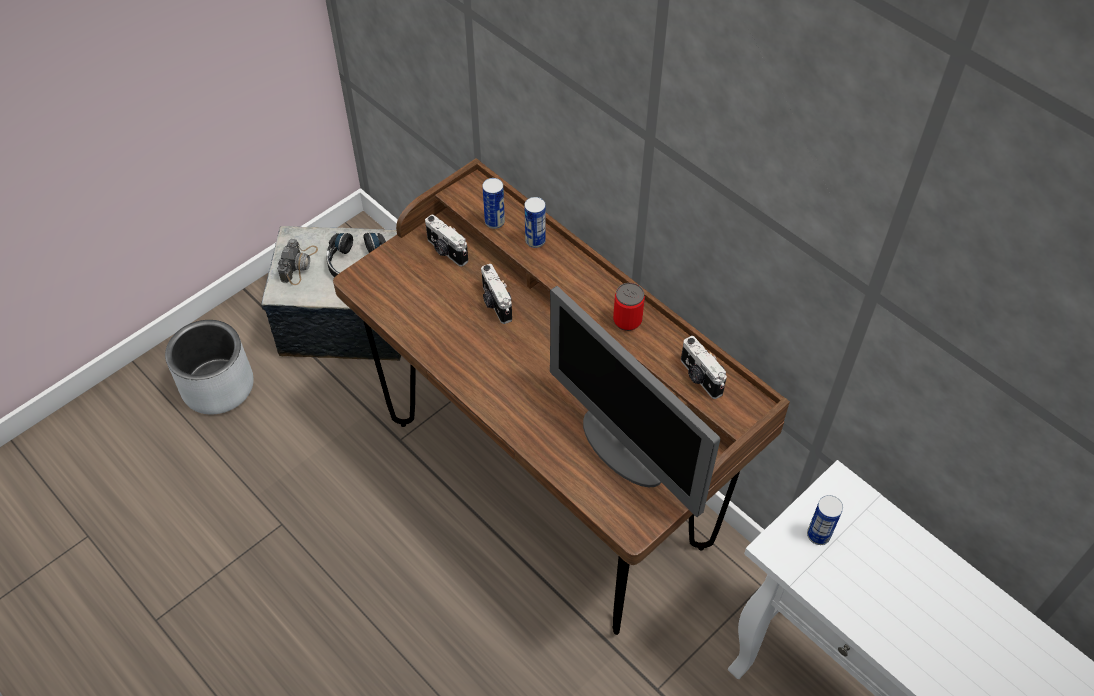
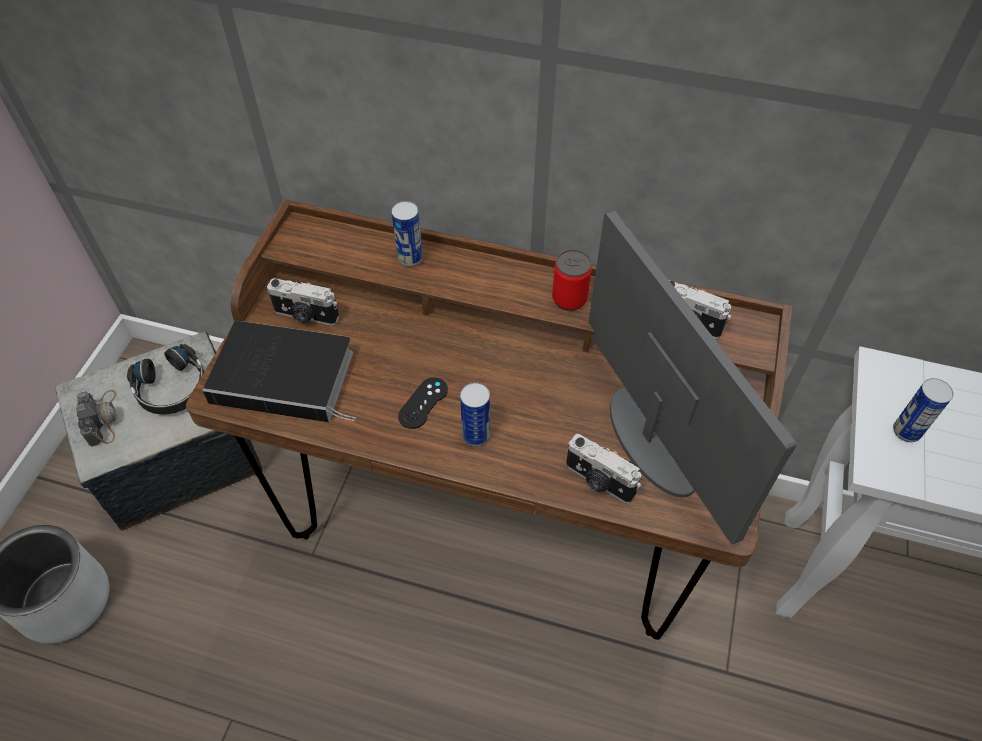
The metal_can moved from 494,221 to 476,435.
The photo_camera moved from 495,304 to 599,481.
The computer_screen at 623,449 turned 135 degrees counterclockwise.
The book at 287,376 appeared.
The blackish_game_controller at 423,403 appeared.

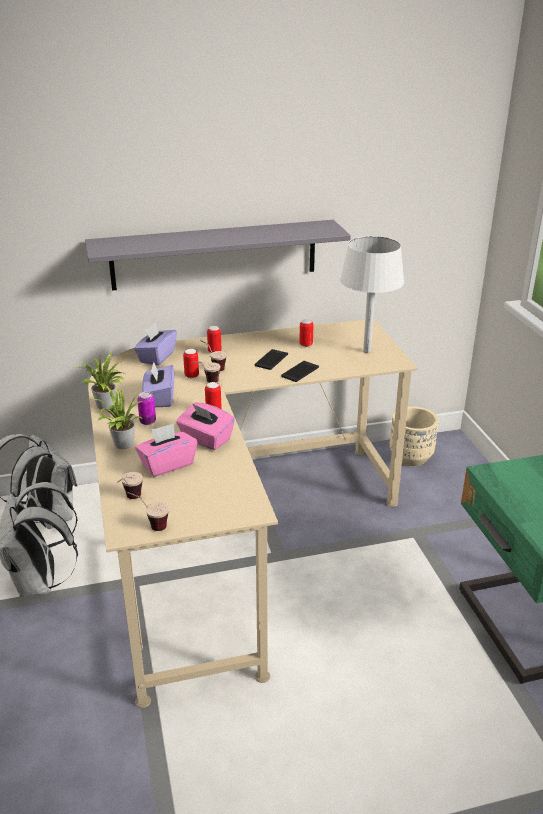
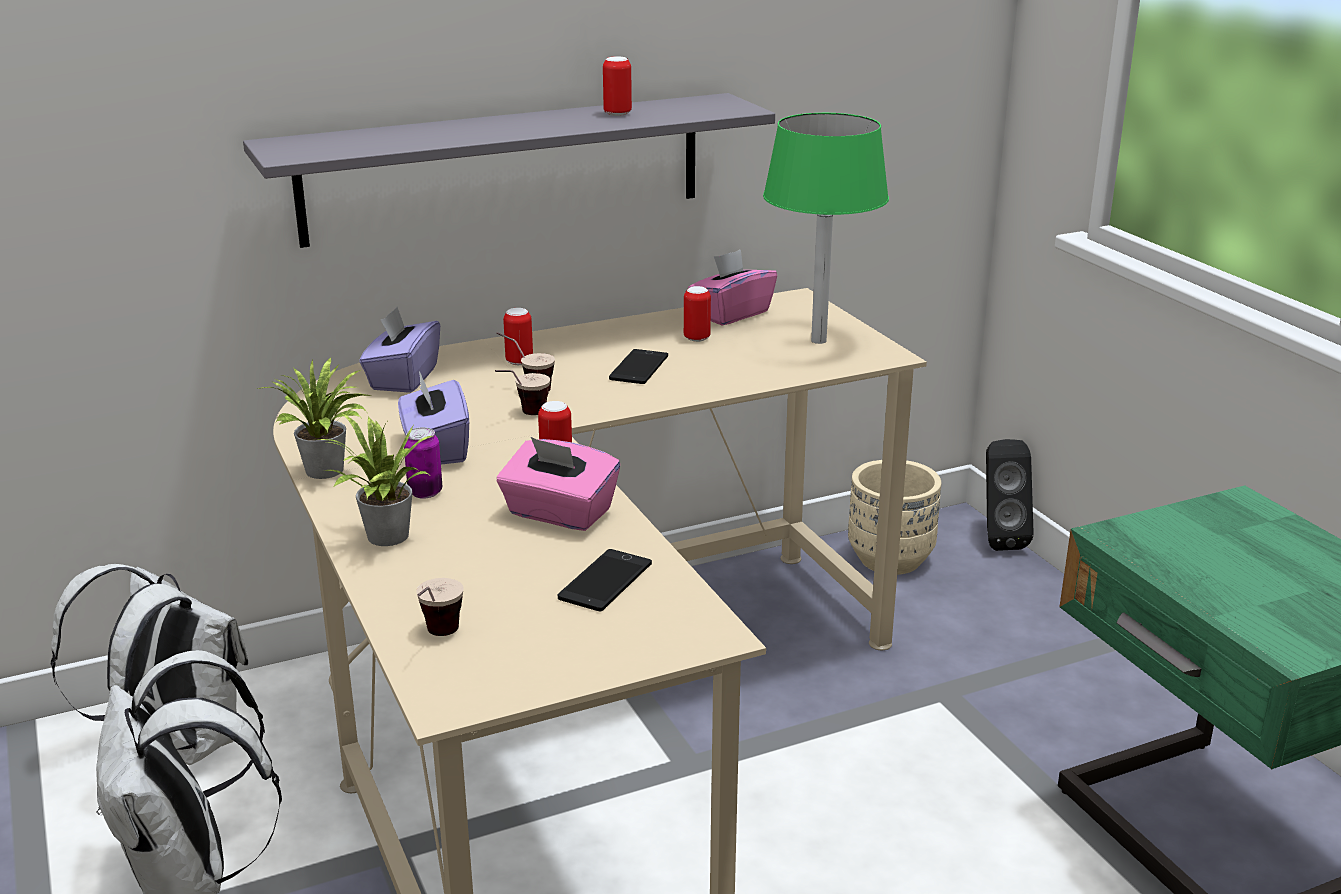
The white-coloured_tabletop_lamp at 367,351 became the green_tabletop_lamp at 818,340.
The metal_can moved from 191,376 to 617,113.
The phone moved from 300,372 to 605,581.
The pink-coloured_tissue_box moved from 167,464 to 731,314.
The cup at 150,525 disappeared.
The blackish_speaker at 998,539 appeared.

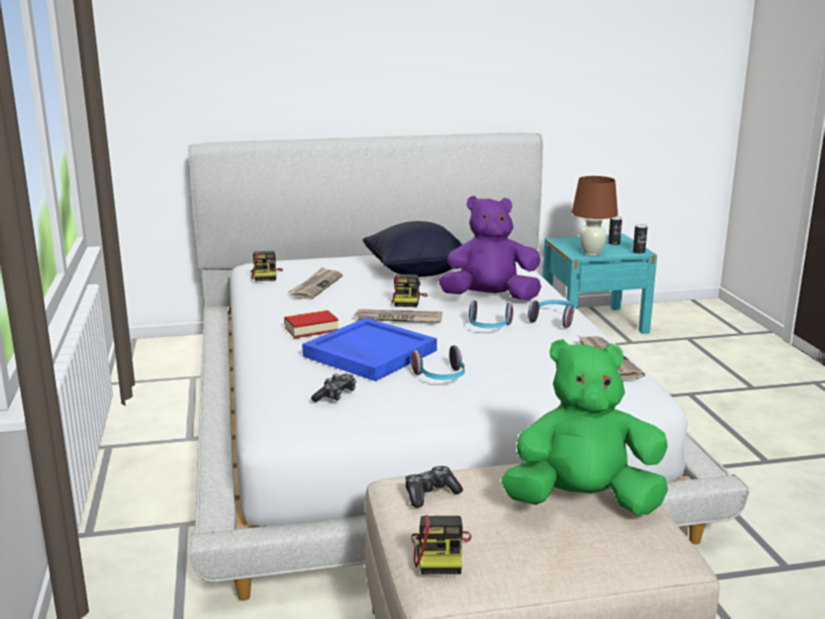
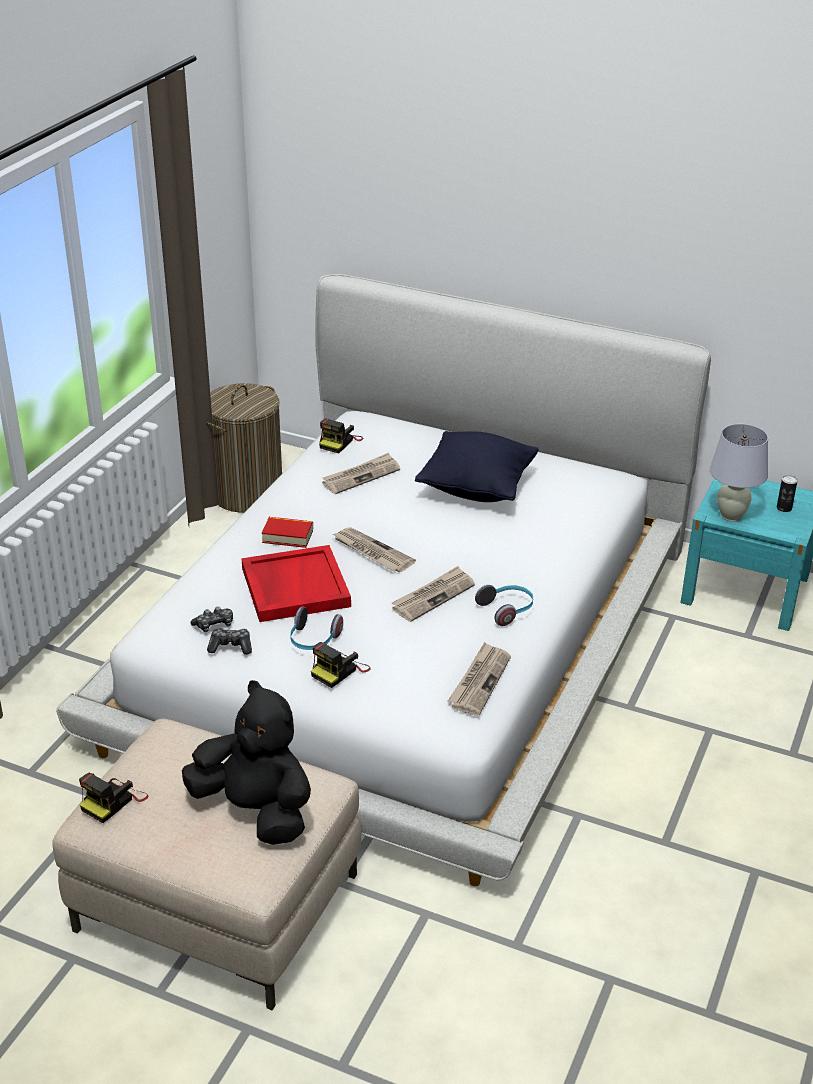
The brownish_tabletop_lamp at 591,253 became the white-coloured_tabletop_lamp at 731,515.
The purple-coloured_soft_toy at 490,298 disappeared.
The metal_can at 638,252 disappeared.
The photo_camera moved from 408,300 to 339,670.
The pair_of_headphones at 488,328 was replaced by the newspaper at 433,596.
The blue_carrying_tray at 368,353 became the red_carrying_tray at 294,587.
The green_soft_toy at 583,502 became the blackish_soft_toy at 255,810.
The game_controller moved from 430,494 to 231,646.
The hamper at 247,493 appeared.

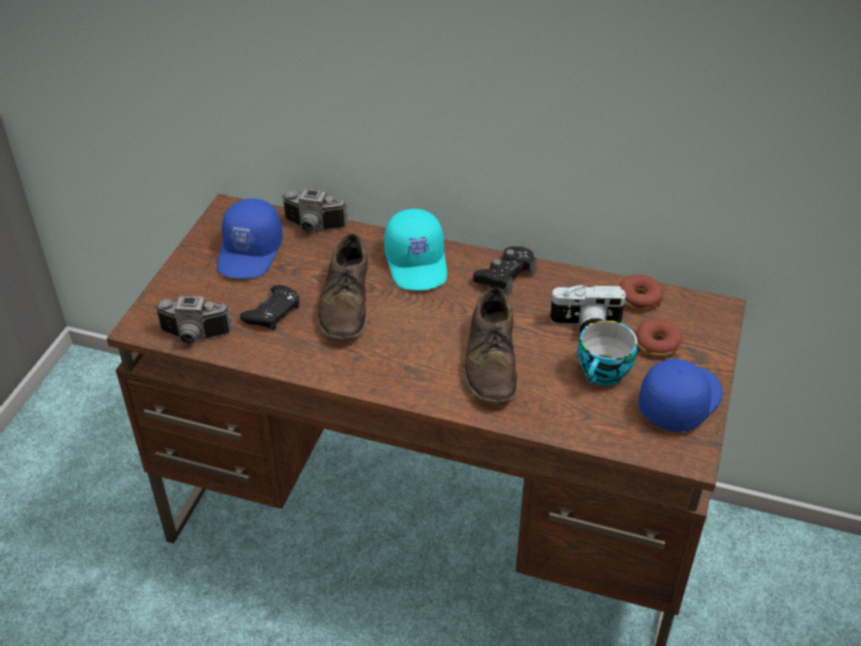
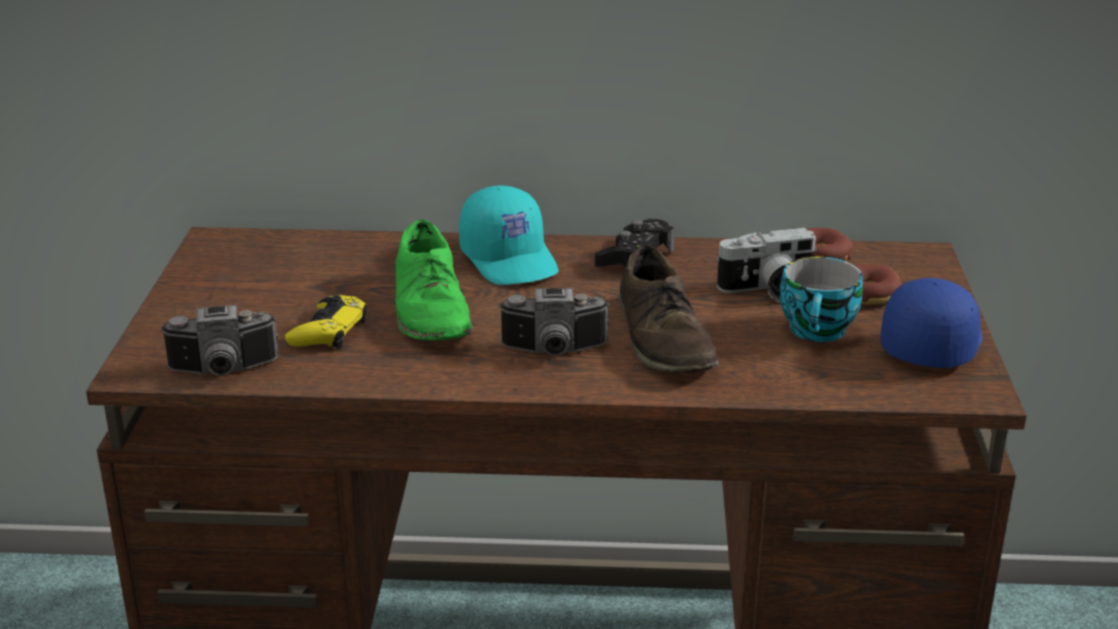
The photo_camera moved from 313,228 to 554,351.
The blue_baseball_cap at 251,253 disappeared.
The brownish_shoe at 346,303 became the green_shoe at 431,309.
The blackish_game_controller at 272,312 became the yellowish_game_controller at 328,331.

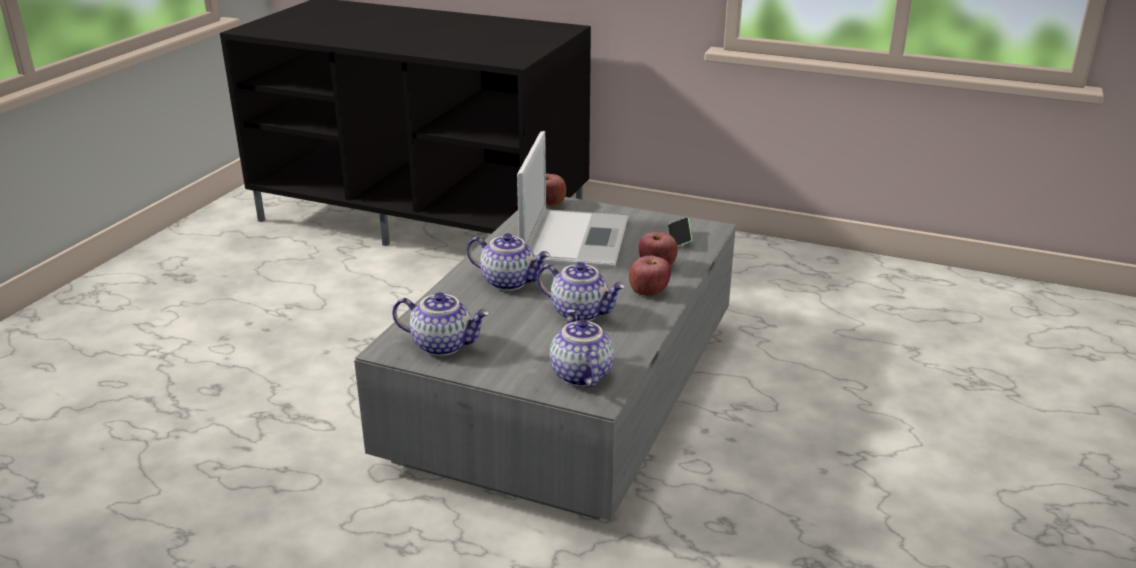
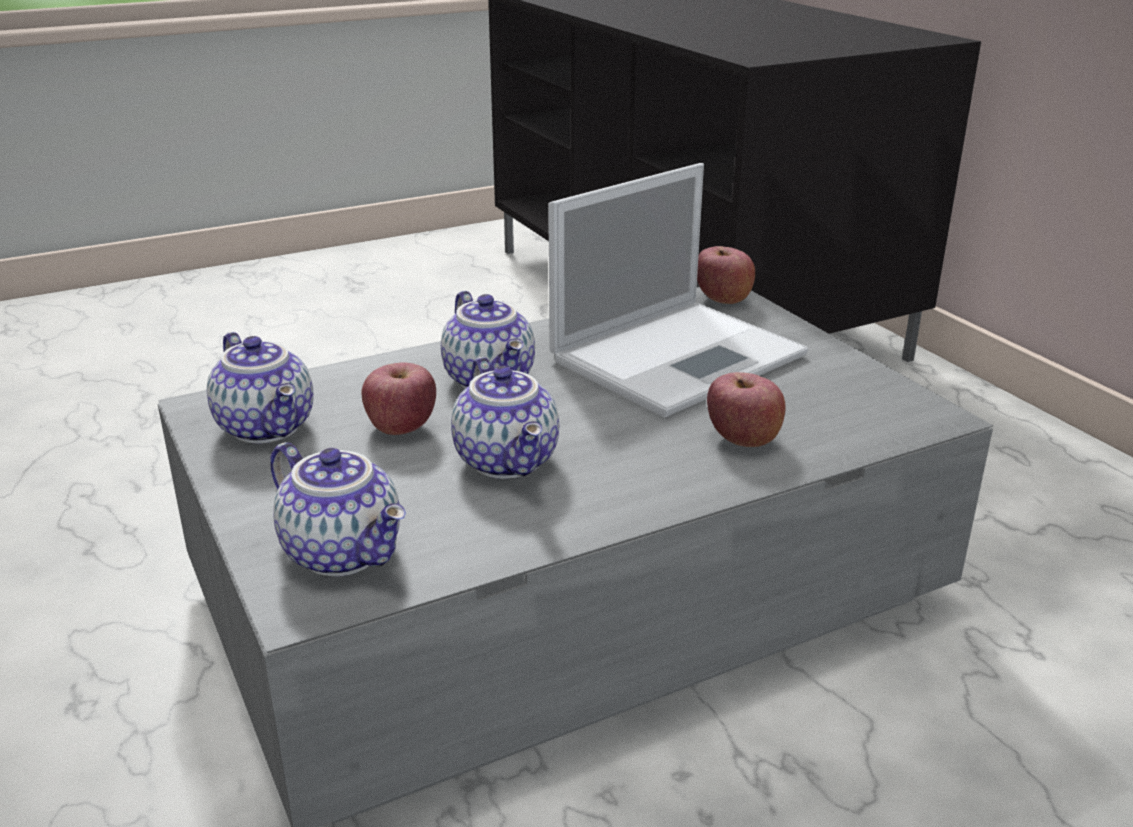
The phone at 679,239 disappeared.
The apple moved from 648,292 to 401,427.
The pot_for_tea at 579,375 turned 105 degrees clockwise.

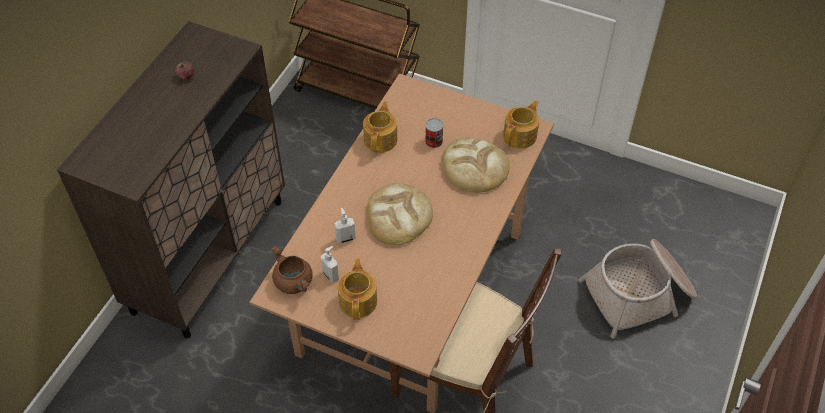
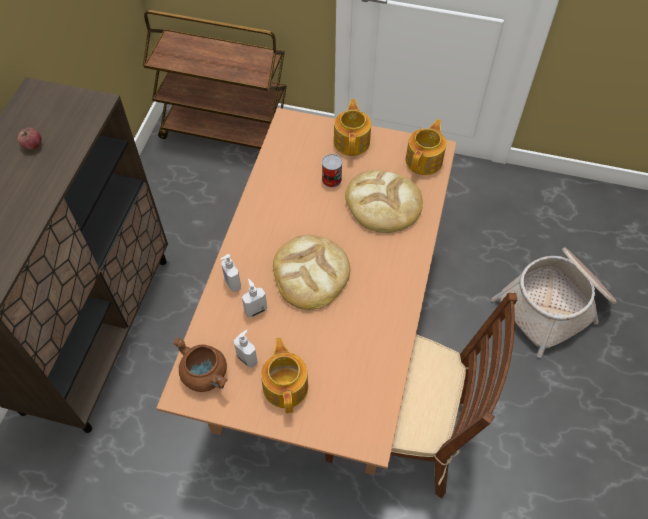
The pot_for_tea moved from 381,139 to 352,141.
The soap_bottle at 232,283 appeared.

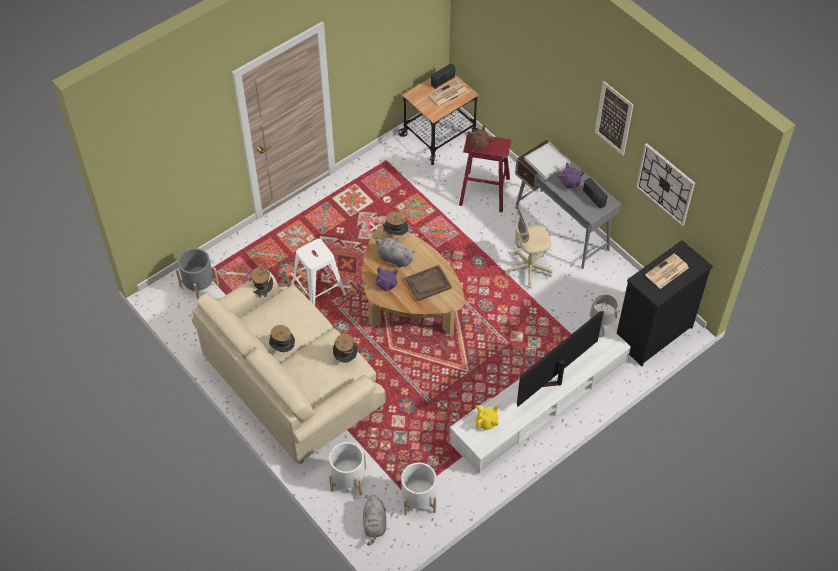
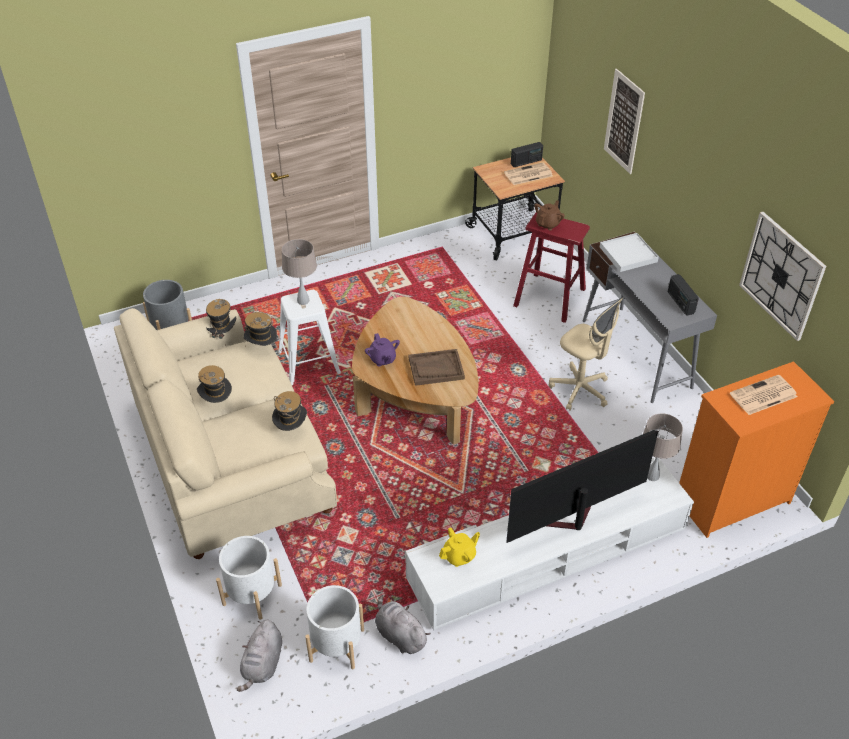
The wall_picture moved from 614,118 to 624,122.
The purple-coloured_pot_for_tea at 570,182 disappeared.
The beige_desk_chair at 528,269 turned 135 degrees counterclockwise.
The clothing_hat moved from 395,234 to 262,347.
The gray_soft_toy moved from 394,258 to 399,635.
The blackish_drawer_chest at 652,334 became the orange-coloured_drawer_chest at 731,500.
The beige_tabletop_lamp at 303,301 appeared.

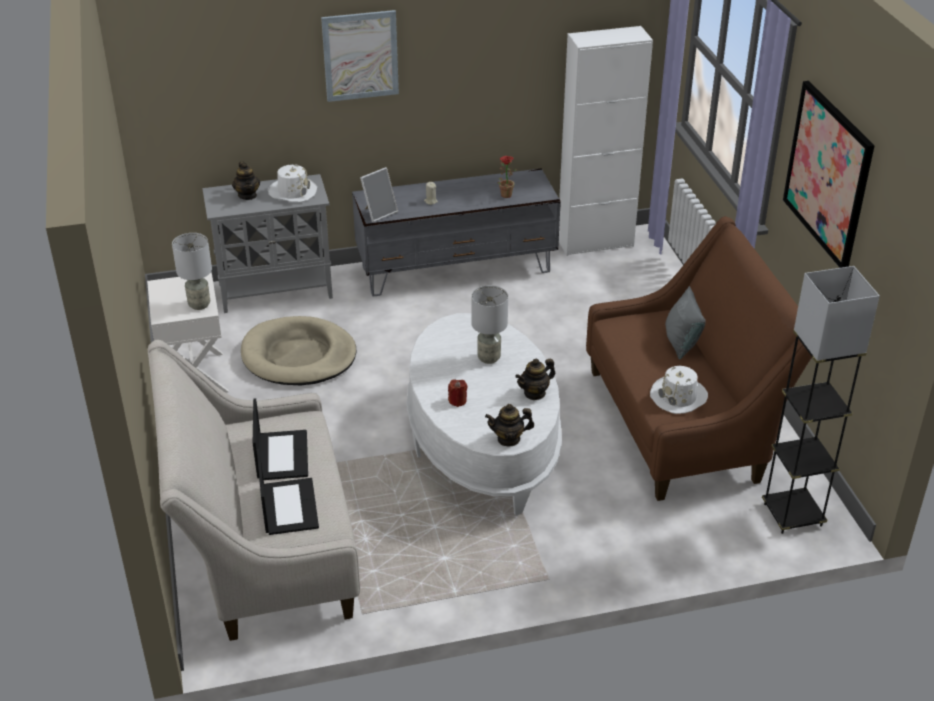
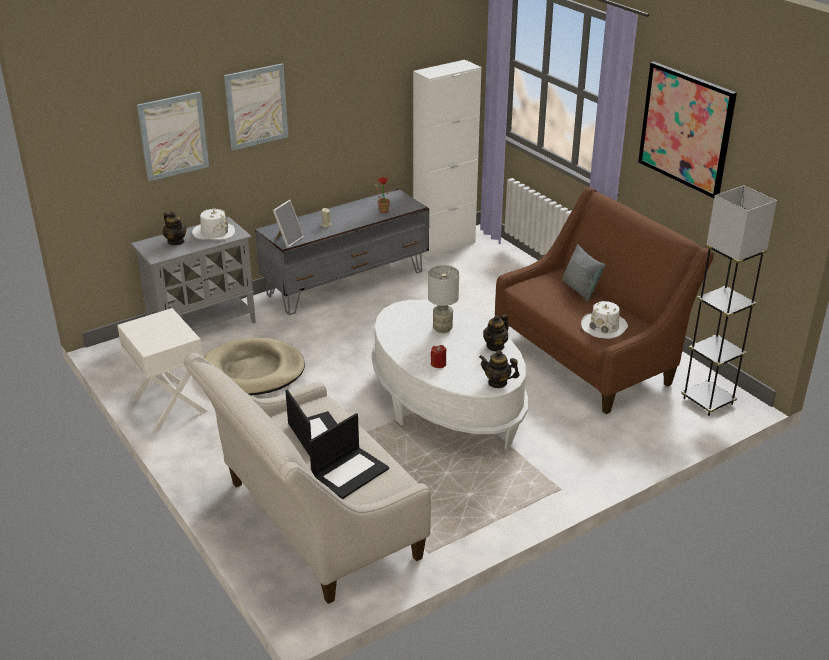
The gray_tabletop_lamp at 200,304 disappeared.
The pot_for_tea at 509,439 turned 45 degrees clockwise.
The notebook_computer at 288,506 turned 75 degrees clockwise.
The wall_picture at 173,136 appeared.

